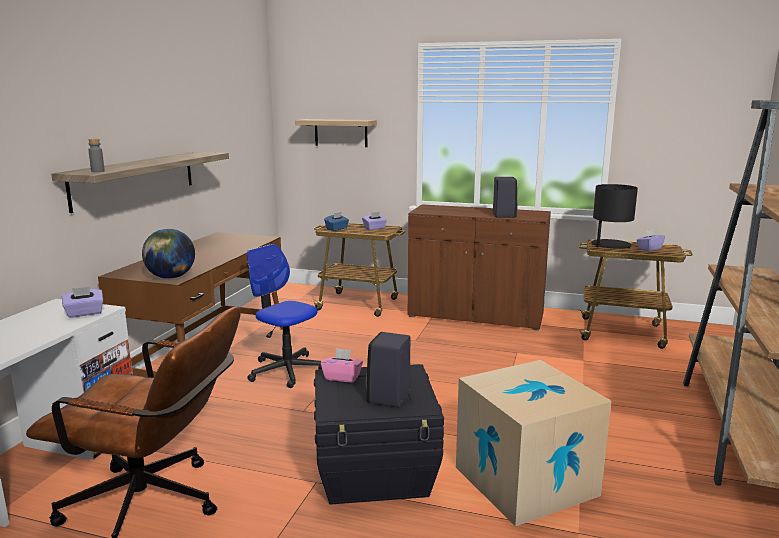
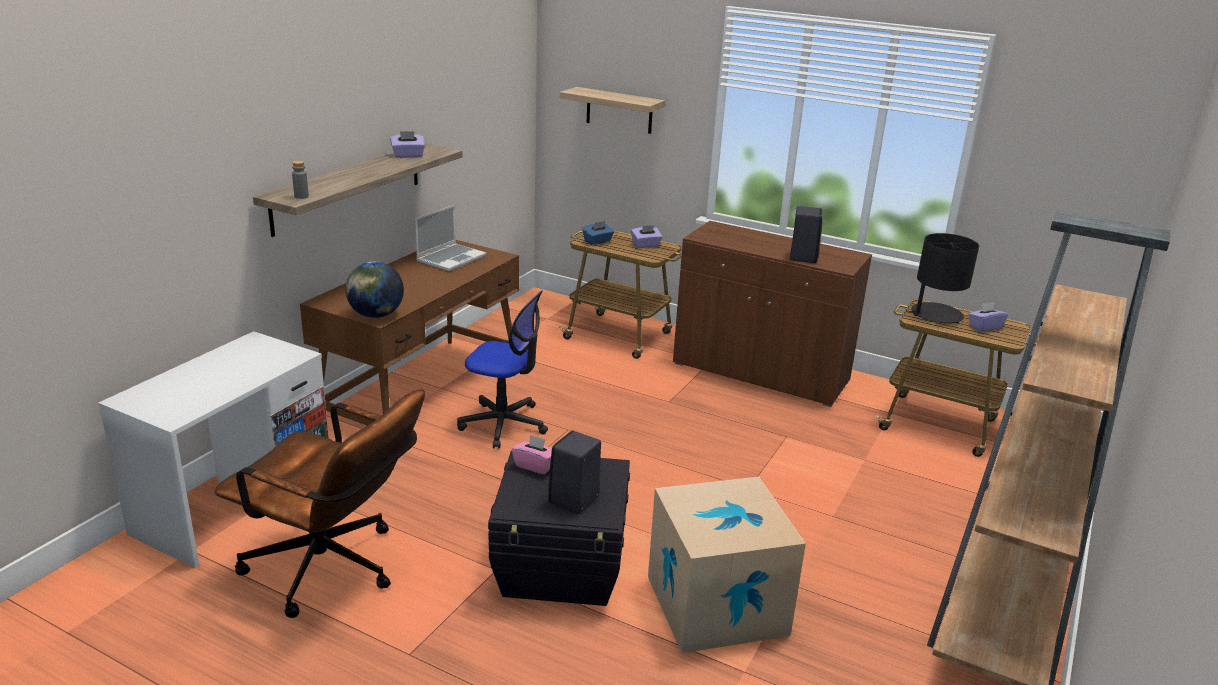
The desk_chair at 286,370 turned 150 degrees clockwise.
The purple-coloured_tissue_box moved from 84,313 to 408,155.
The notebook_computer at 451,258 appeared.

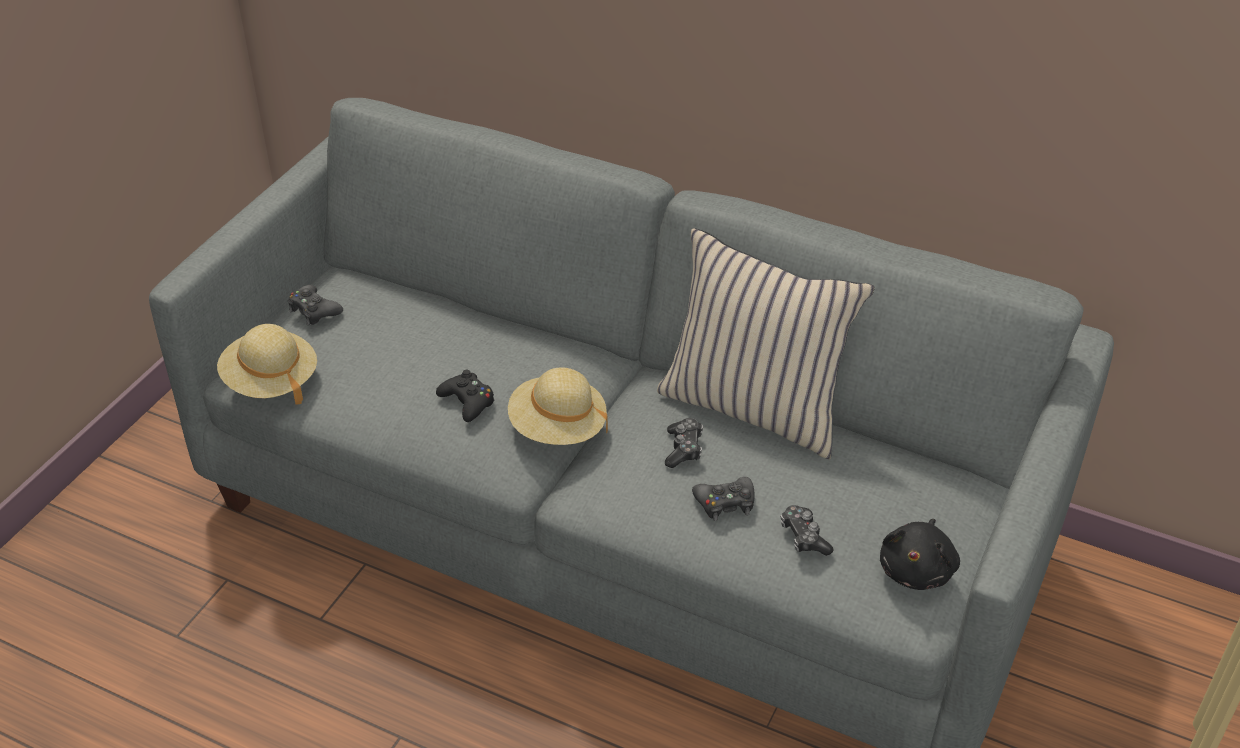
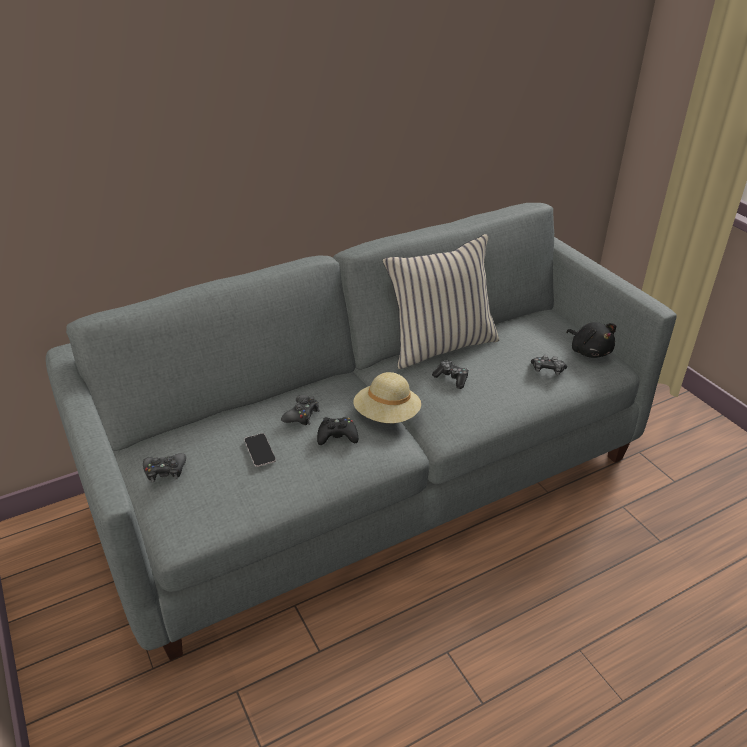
The beige_clothing_hat at 270,381 disappeared.
The blackish_game_controller moved from 725,503 to 302,415.
The phone at 260,450 appeared.

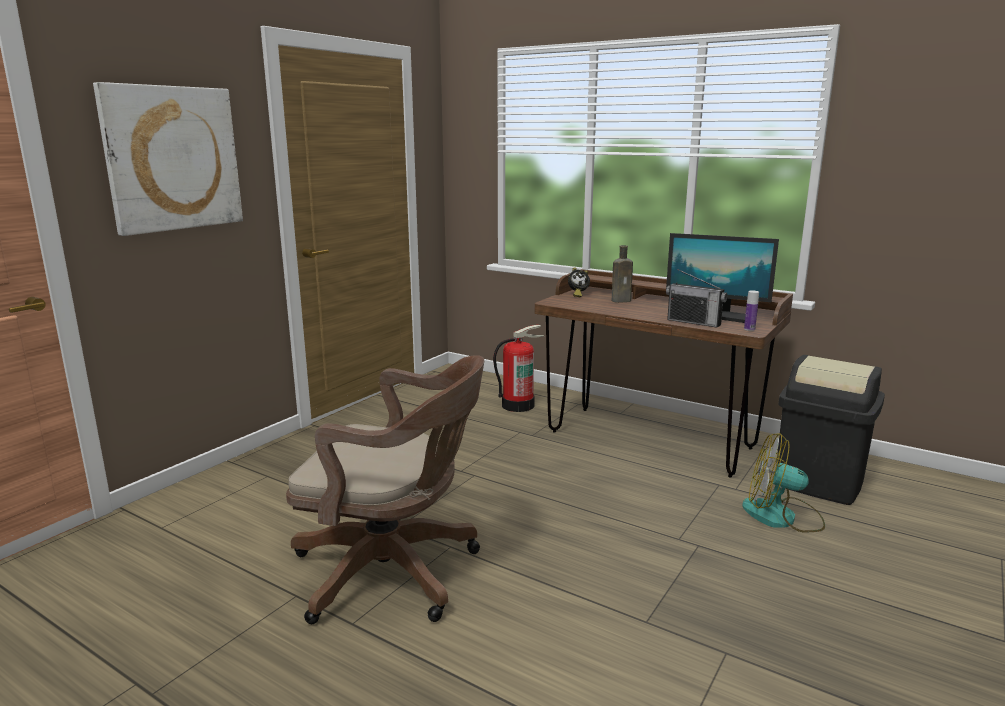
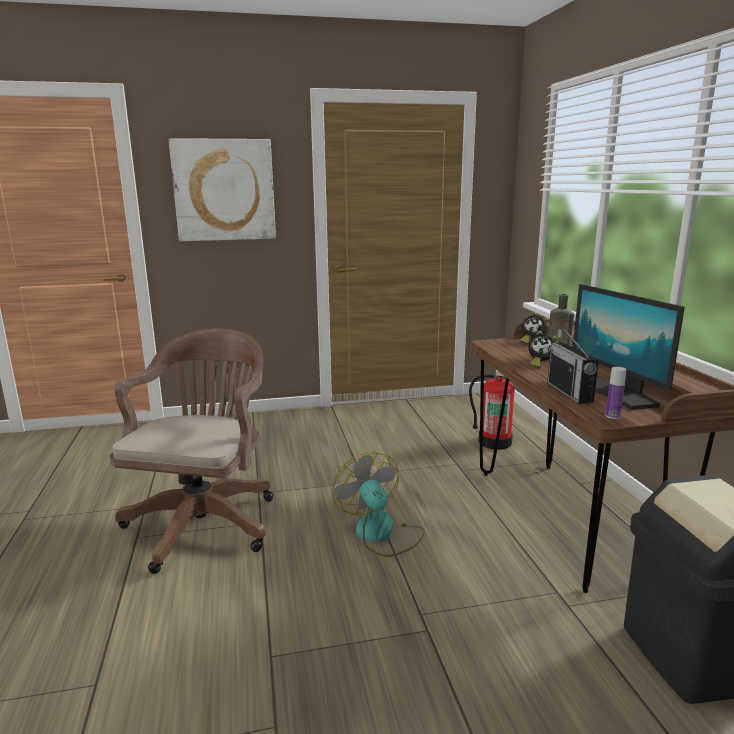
The brownish_desk_chair at 395,572 turned 135 degrees counterclockwise.
The fan moved from 781,516 to 381,534.
The table_clock at 539,364 appeared.

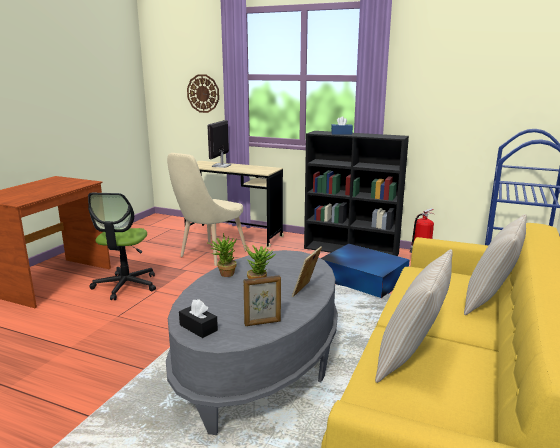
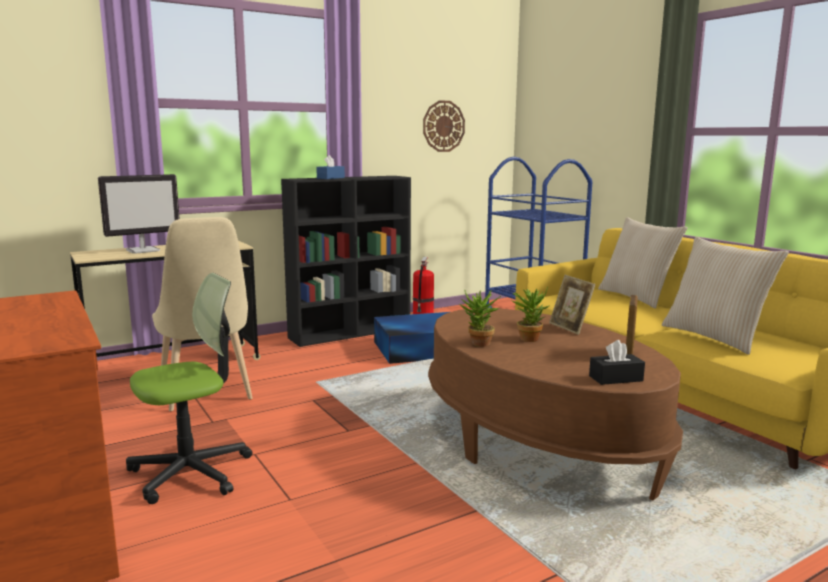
The wall_clock moved from 203,93 to 443,126.
The computer_screen at 221,166 turned 90 degrees counterclockwise.
The desk_chair at 125,286 turned 75 degrees counterclockwise.
The gray_low_table at 259,364 became the brownish_low_table at 538,441.

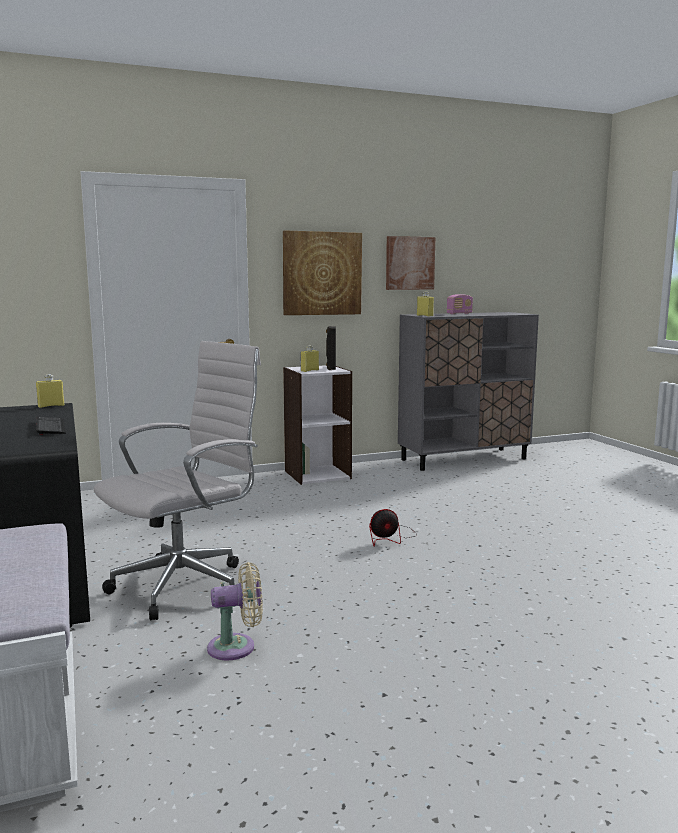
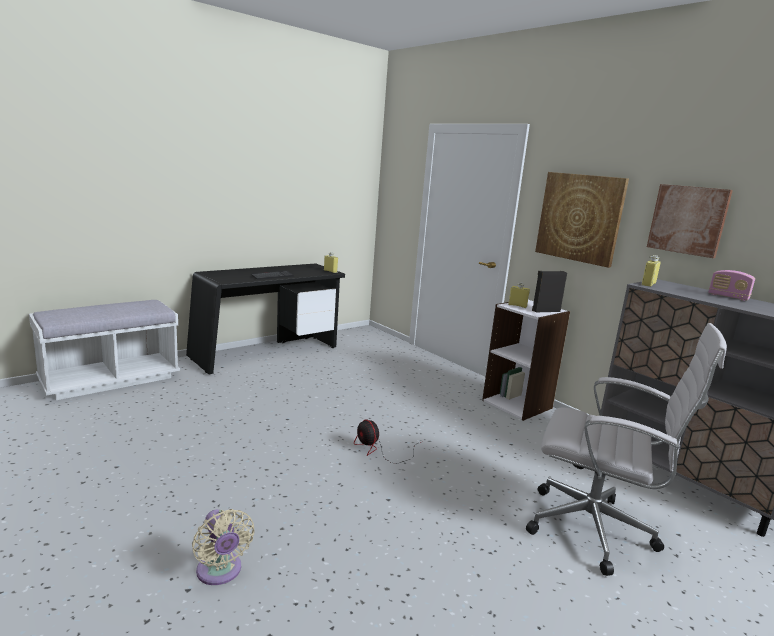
The white-coloured_desk_chair moved from 186,584 to 596,531.
The beige_fan moved from 236,647 to 220,572.

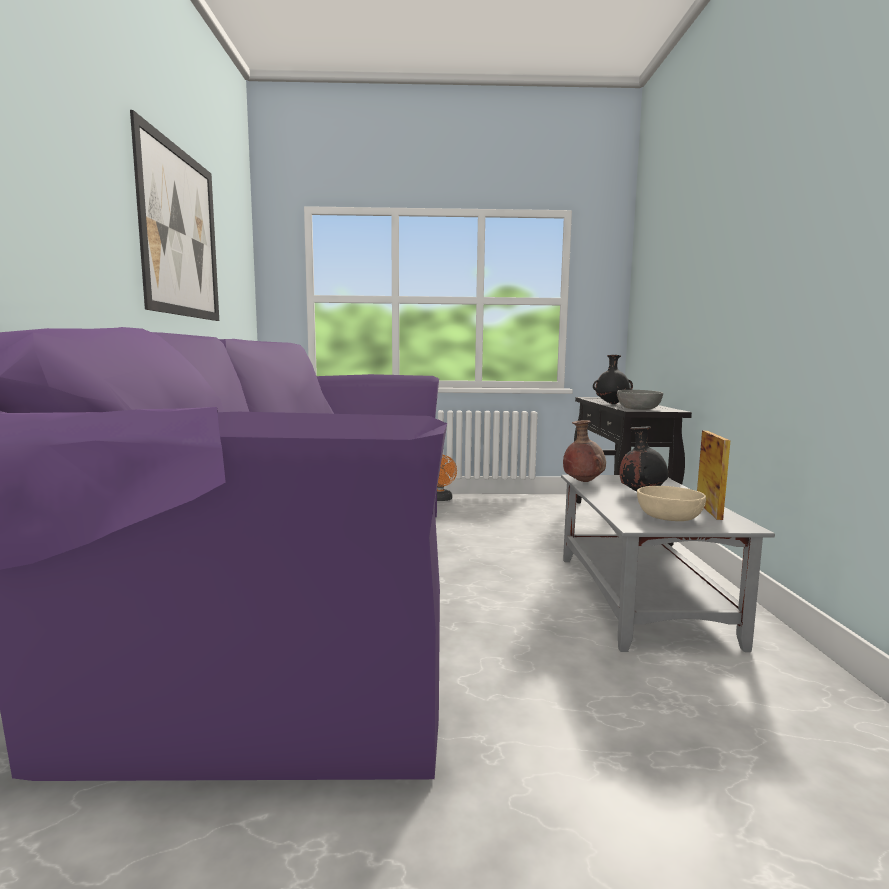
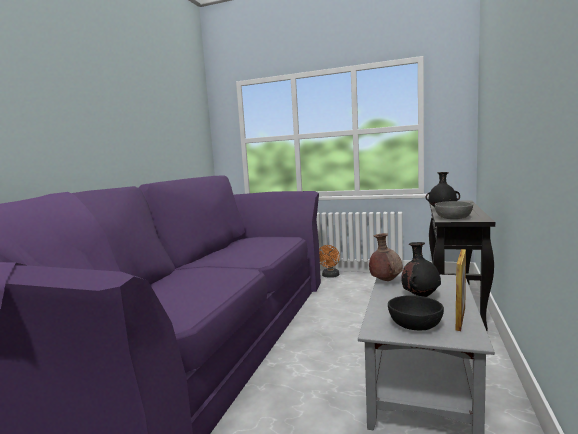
The wall_picture at 180,233 disappeared.
The beige_bowl at 669,517 became the blackish_bowl at 415,324.

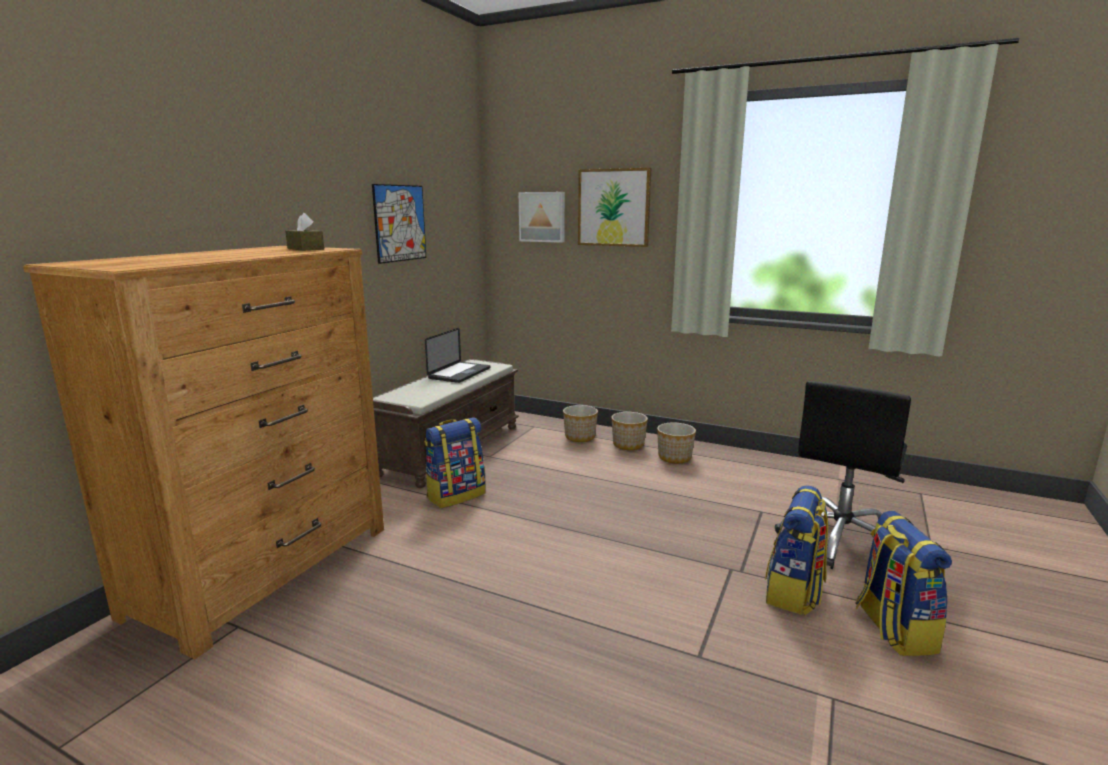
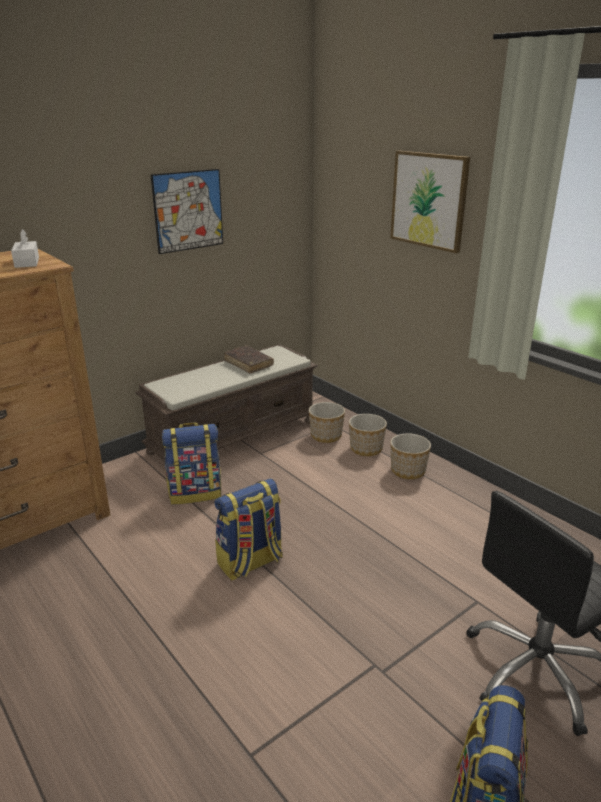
The wall_picture at 542,217 disappeared.
The brownish_tissue_box at 305,249 became the white-coloured_tissue_box at 27,262.
The notebook_computer at 459,373 was replaced by the brownish_book at 248,364.
The flower_pot moved from 674,457 to 325,435.
The knapsack moved from 794,593 to 250,563.

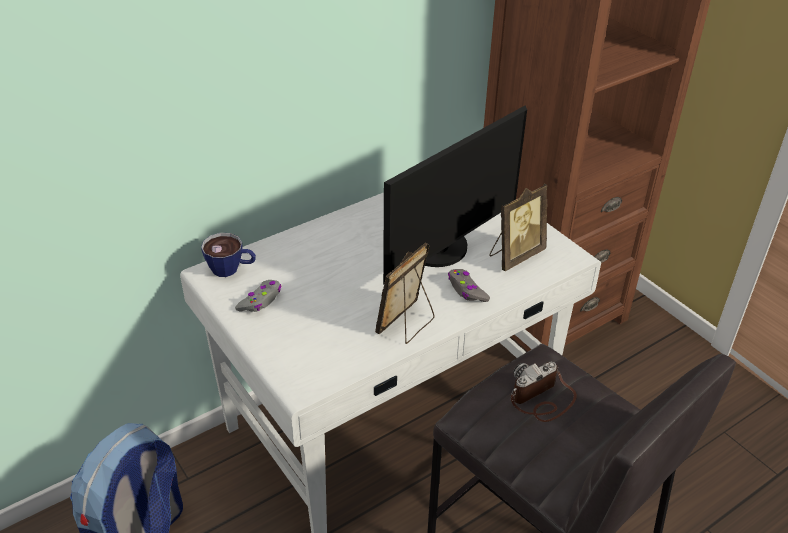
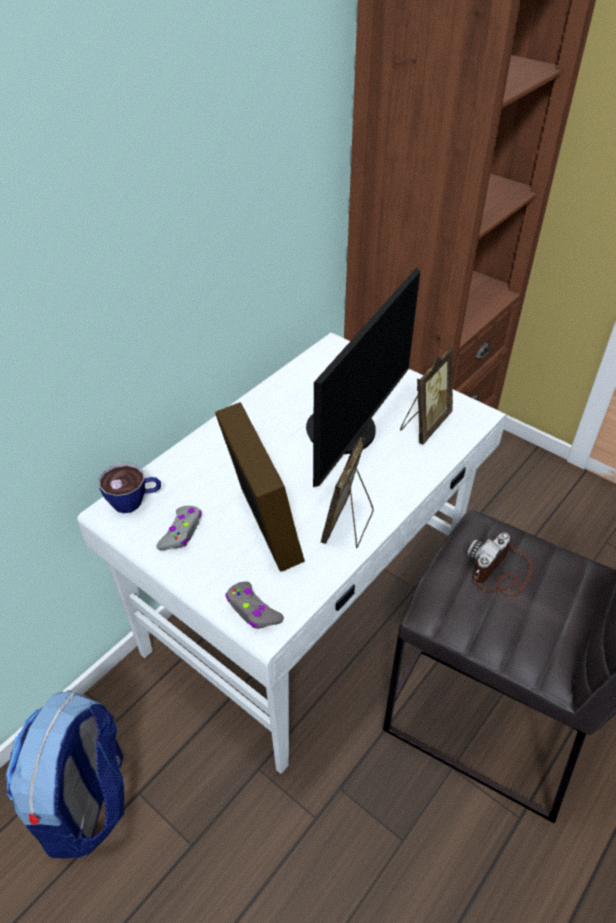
The gray_game_controller moved from 466,290 to 253,610.
The standing_frame at 262,527 appeared.

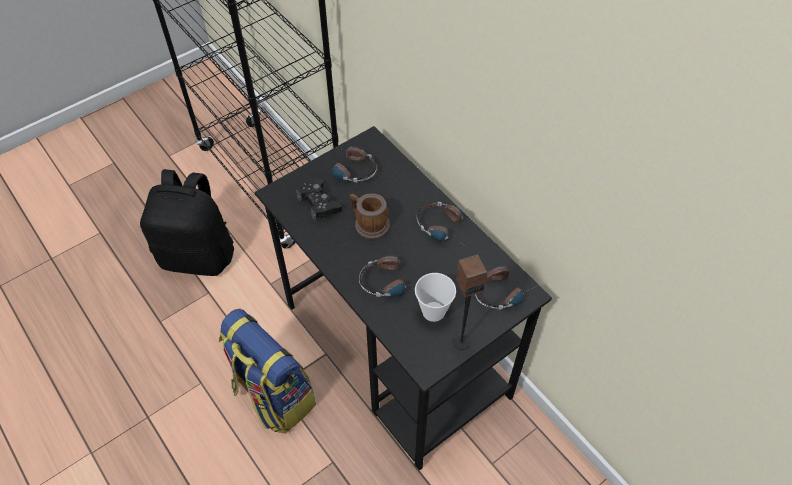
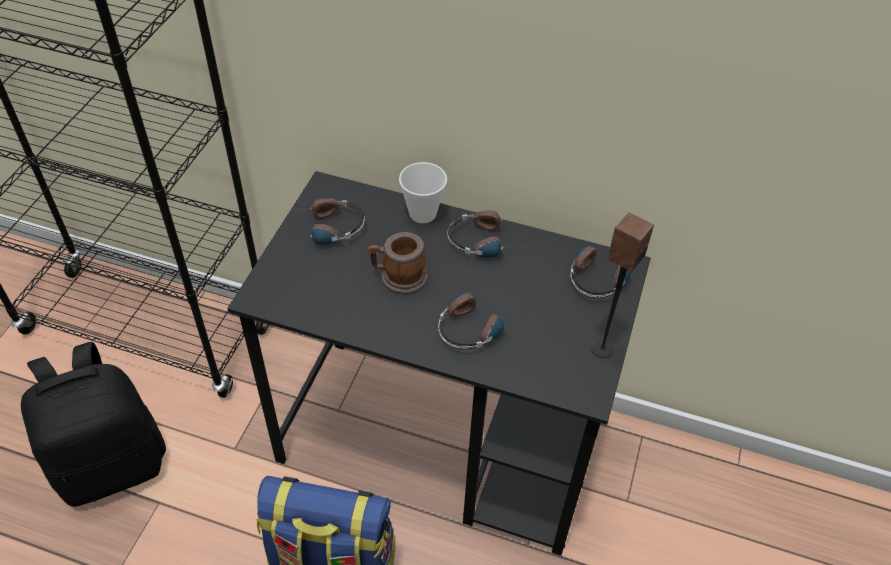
The blackish_game_controller at 319,203 disappeared.
The cup moved from 433,311 to 422,213.

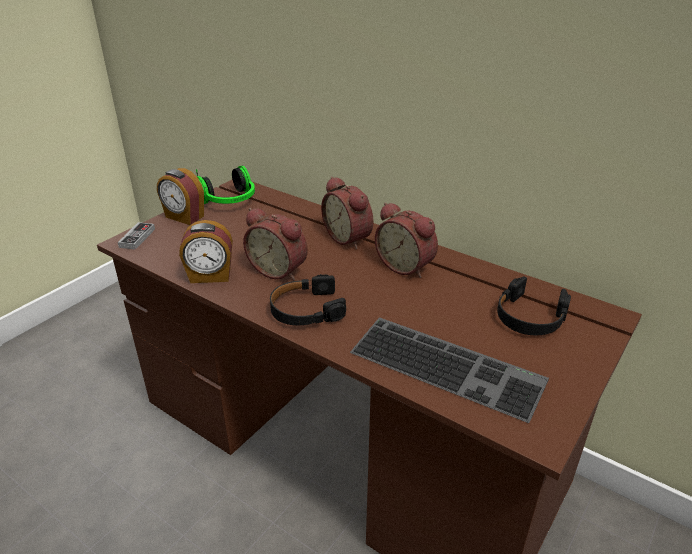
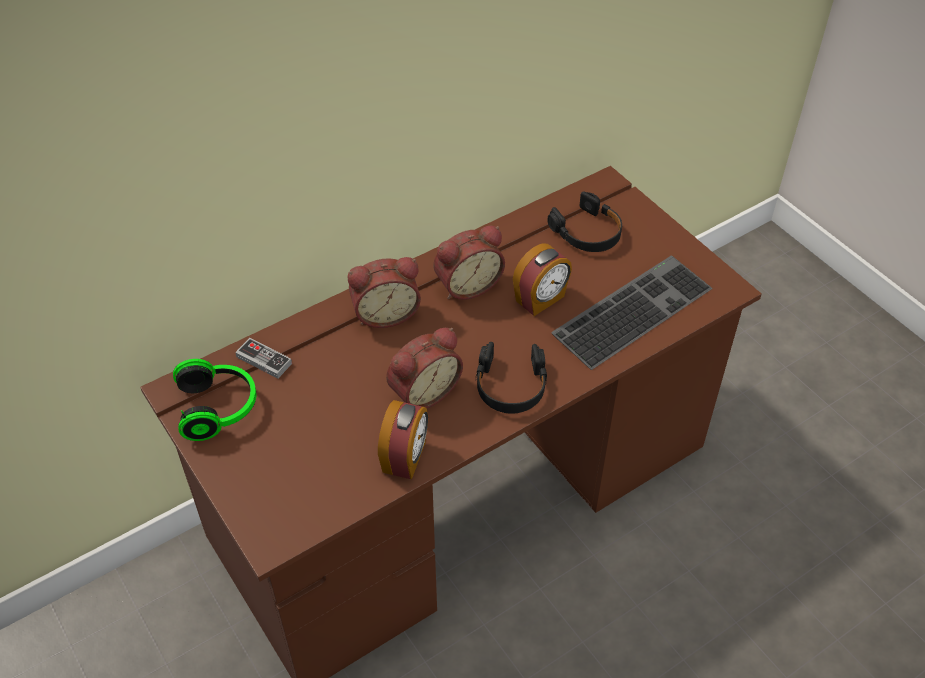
The table_clock moved from 184,217 to 541,299.
The game_controller moved from 137,238 to 264,360.

